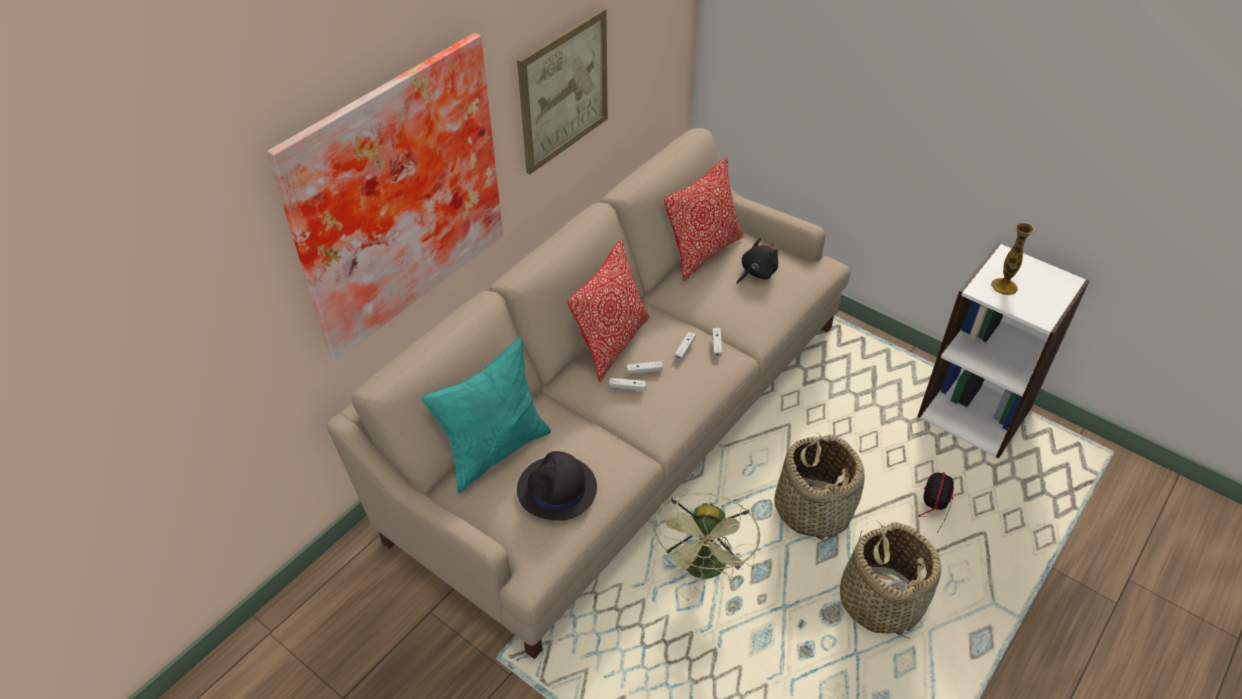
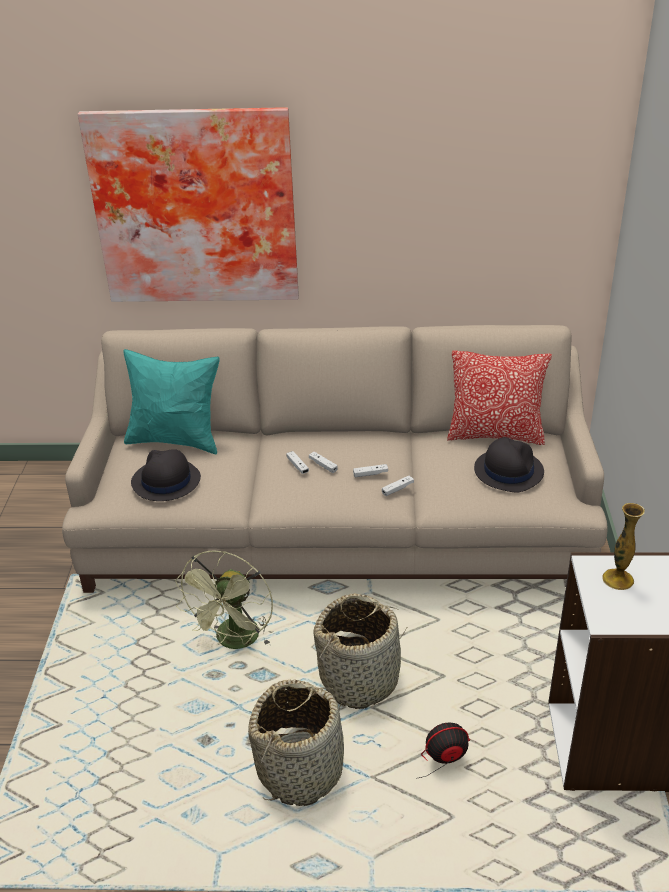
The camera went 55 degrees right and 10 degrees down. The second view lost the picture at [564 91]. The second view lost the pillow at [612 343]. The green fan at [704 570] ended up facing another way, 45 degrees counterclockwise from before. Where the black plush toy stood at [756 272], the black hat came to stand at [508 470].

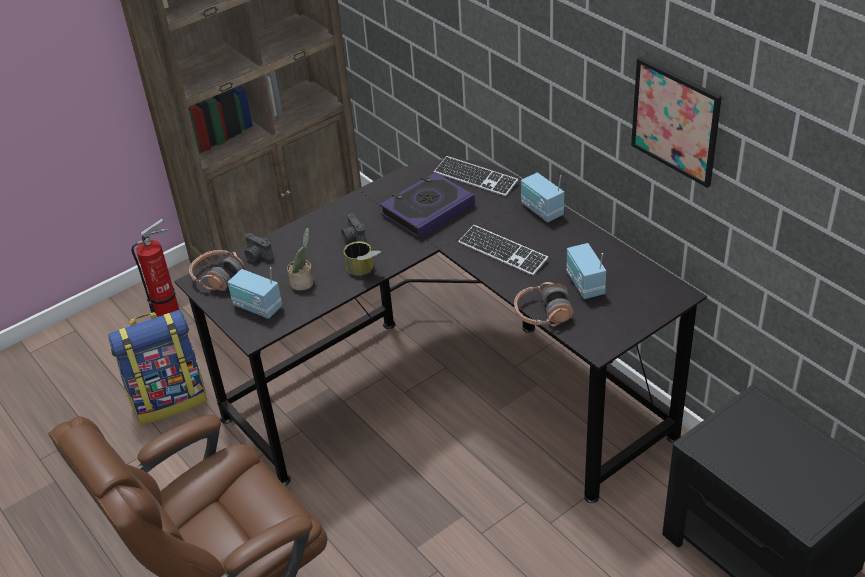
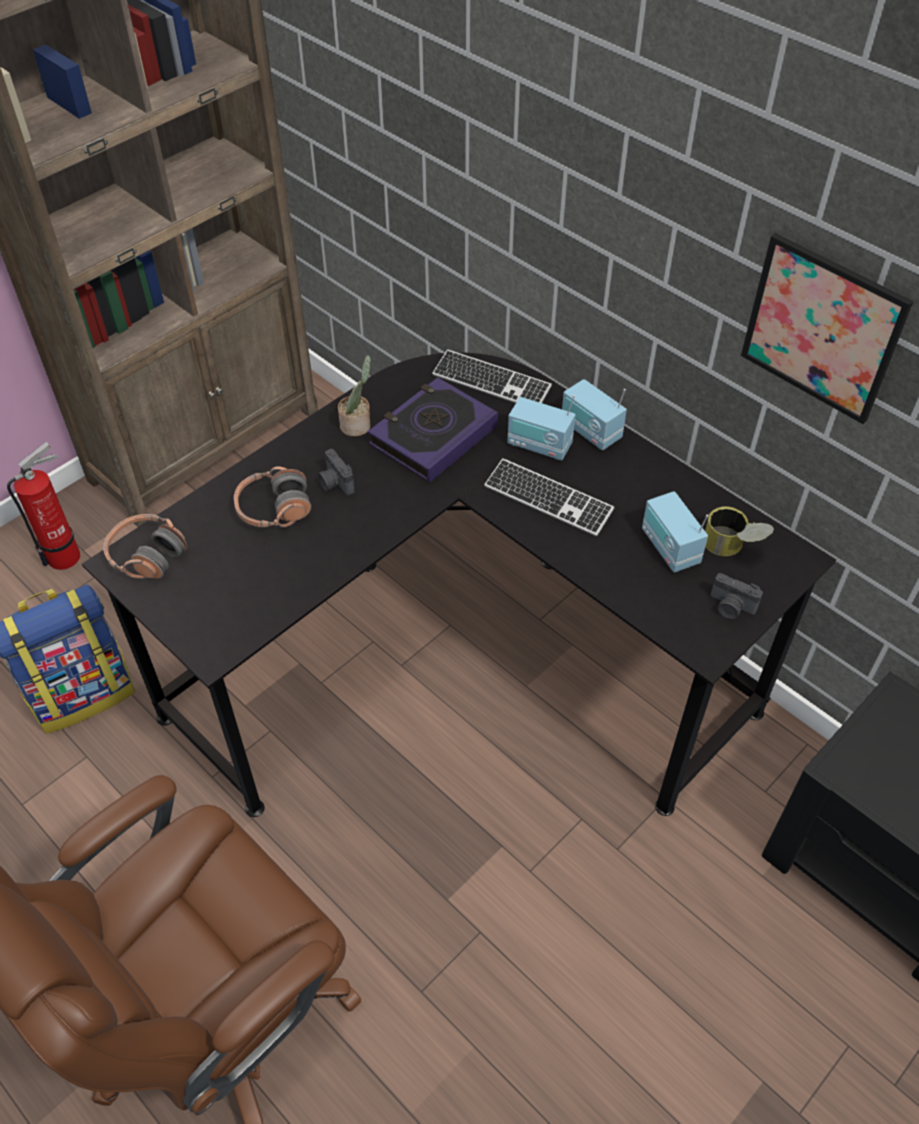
The camera went 10 degrees left and 10 degrees up. The radio ended up elsewhere, having gone from [257 307] to [539 445]. The photo camera ended up elsewhere, having gone from [257 256] to [730 607]. The potted plant ended up elsewhere, having gone from [303 282] to [357 425]. The can ended up elsewhere, having gone from [364 270] to [732 548]. The headphones ended up elsewhere, having gone from [542 314] to [274 509].

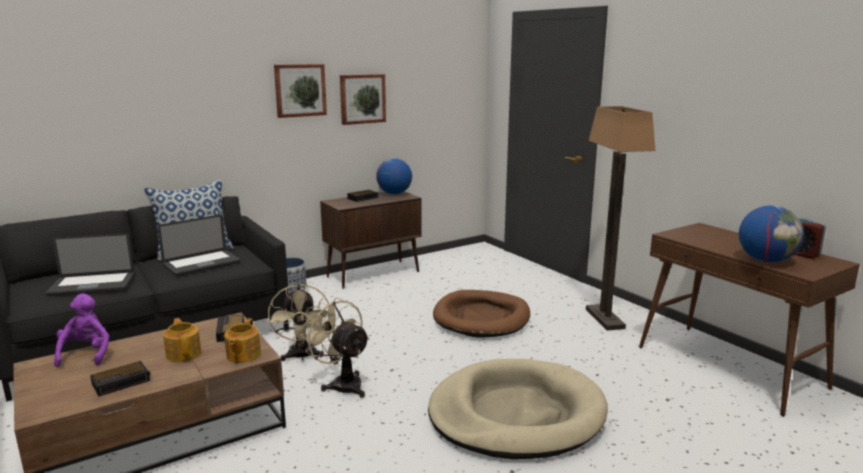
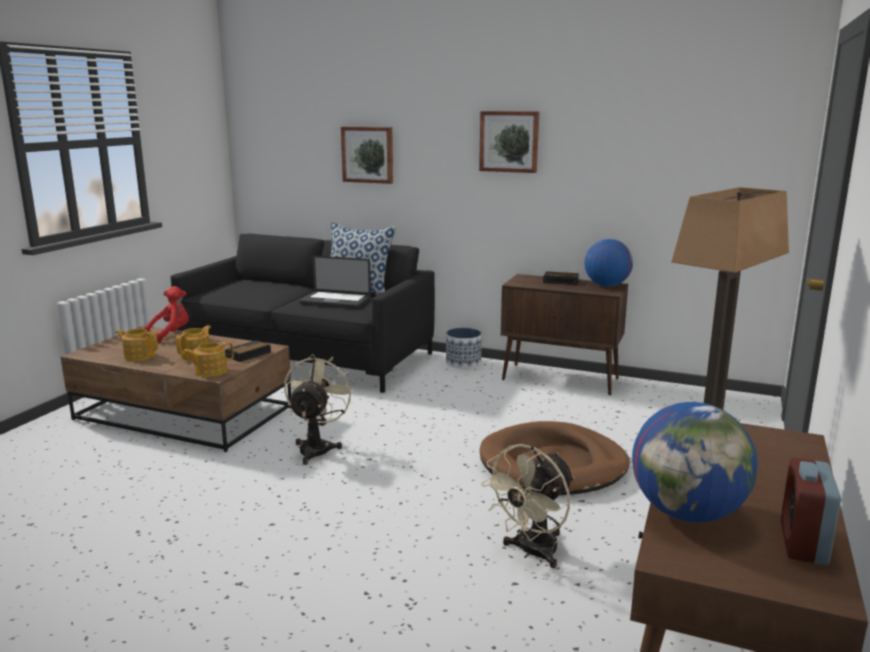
The camera went 55 degrees right and 0 degrees up. The second view lost the laptop at [92 285]. What was the purple plush toy at [86 354] turned into the red plush toy at [170 334]. Where the alarm clock stood at [122 382], the teapot came to stand at [139 356]. The beige fan ended up elsewhere, having gone from [302 356] to [531 553]. The picture ended up elsewhere, having gone from [362 99] to [368 154]. The second view lost the beige dog bed at [516 414].

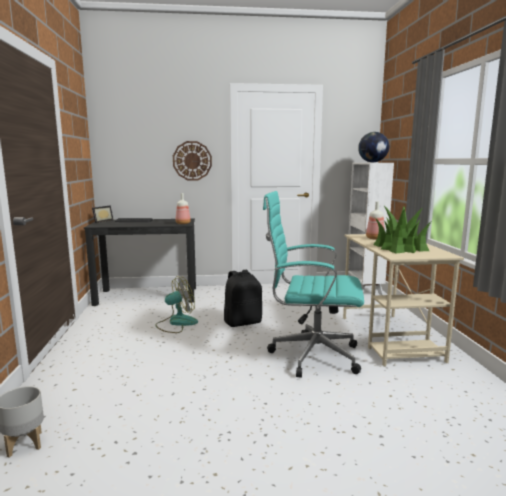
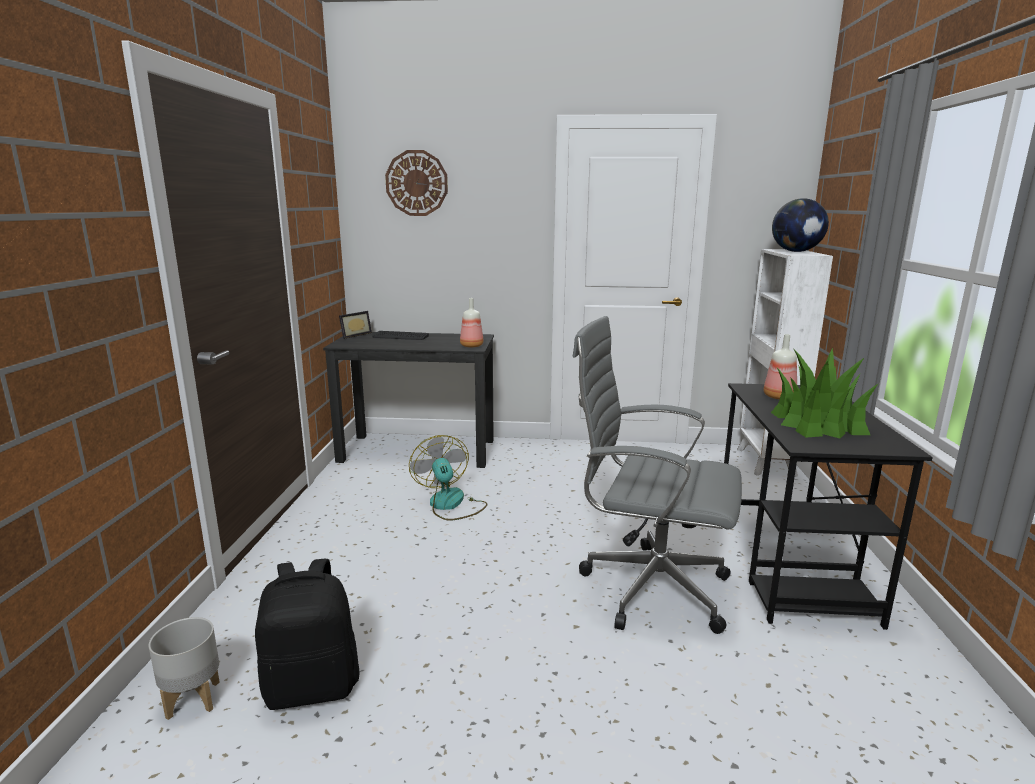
The camera went 10 degrees right and 5 degrees up. The fan at [176 323] ended up facing another way, 90 degrees counterclockwise from before. The wall clock ended up elsewhere, having gone from [192 161] to [416 183]. The black backpack ended up elsewhere, having gone from [243 322] to [312 686]. What was the turquoise office chair at [310 355] turned into the grey office chair at [647 587]. What was the beige desk at [389 338] turned into the black desk at [790 566].

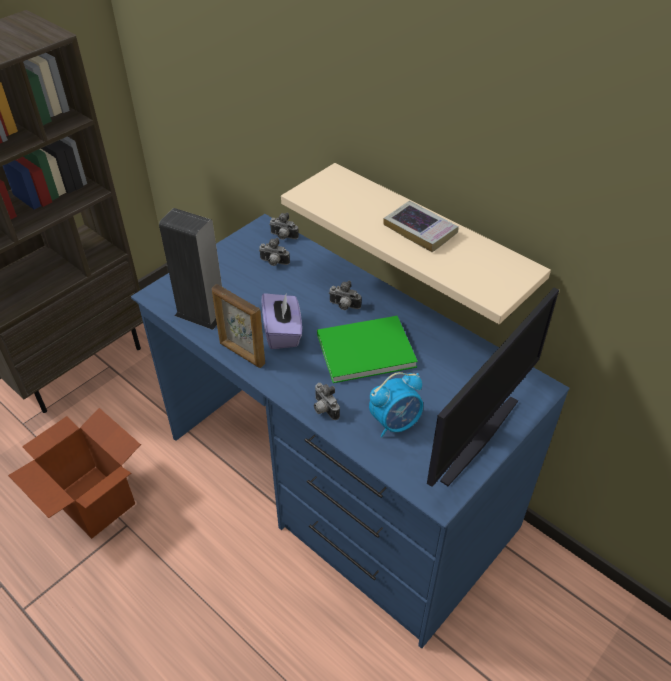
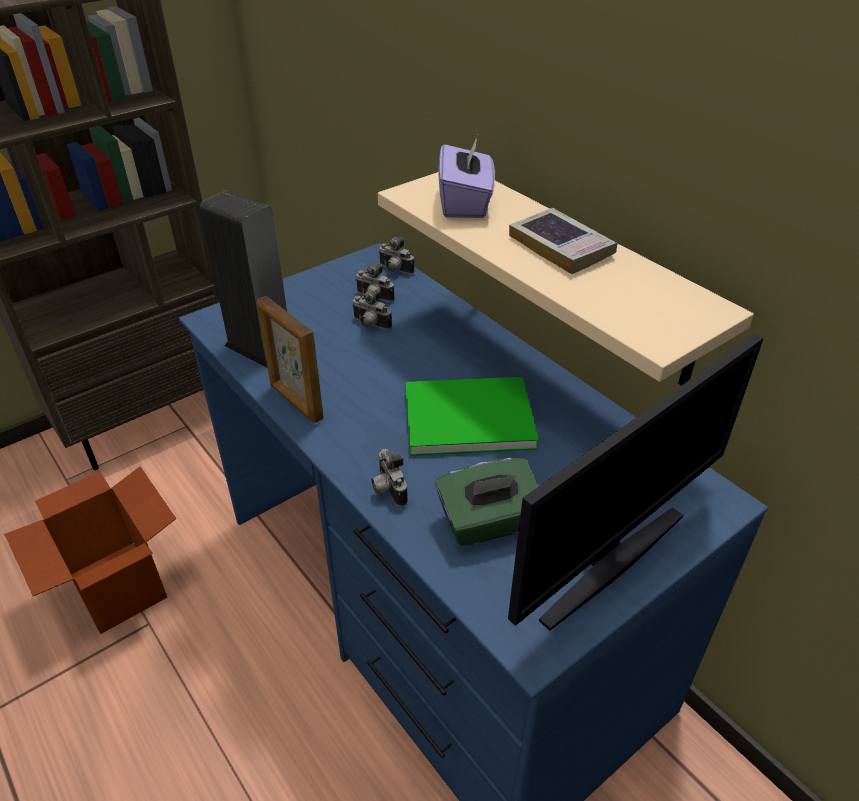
The camera went 10 degrees right and 5 degrees down. The purple tissue box ended up elsewhere, having gone from [283 332] to [465 203]. The photo camera ended up elsewhere, having gone from [344 306] to [370 325]. Where the alarm clock stood at [395 423], the green tissue box came to stand at [488 523].

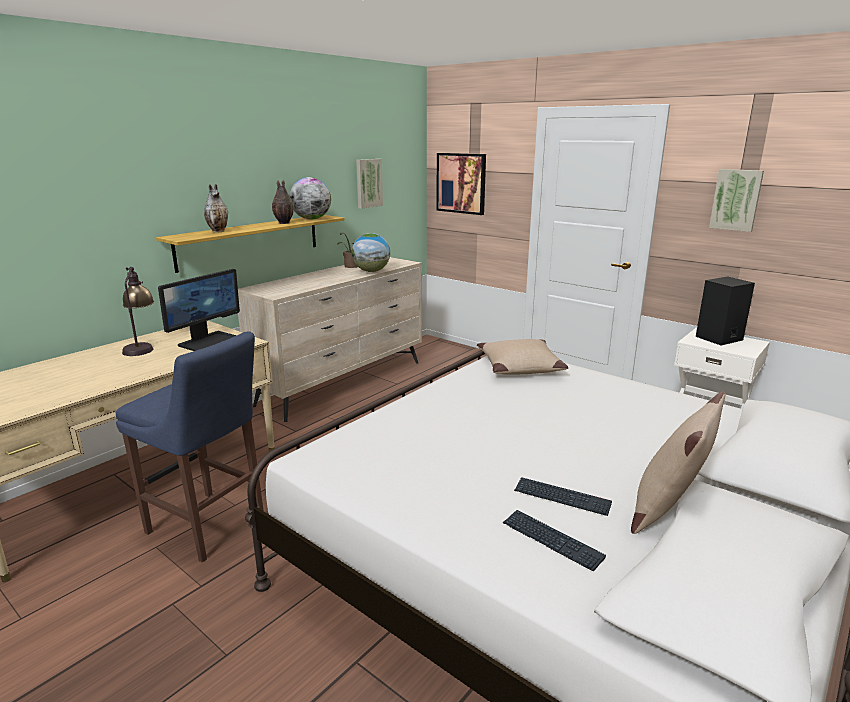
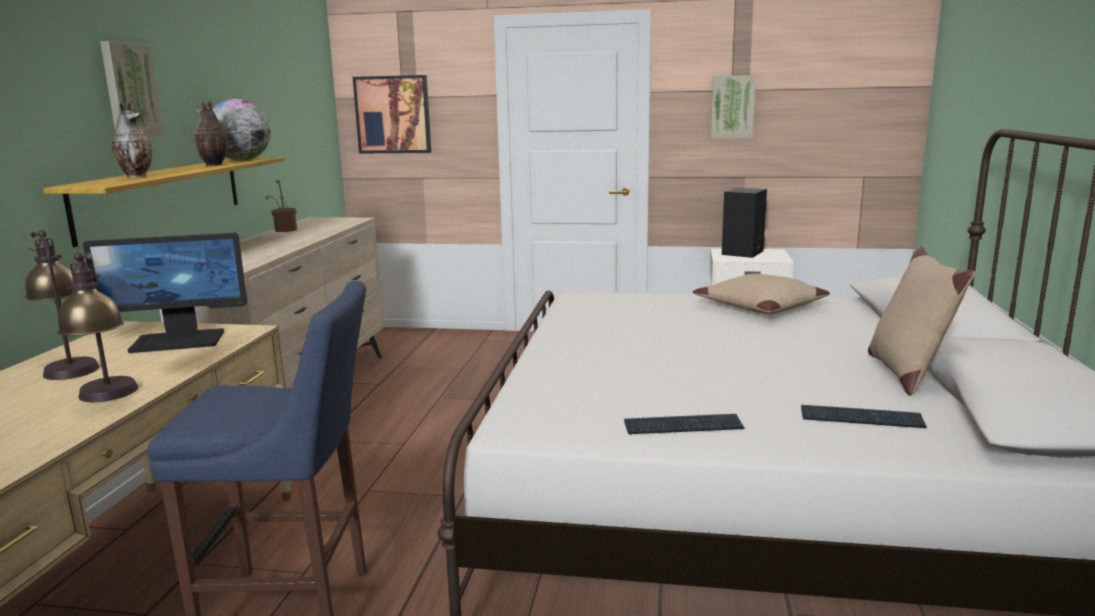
The camera went 30 degrees left and 5 degrees down. The monitor at [208 341] ended up facing another way, 75 degrees clockwise from before. The second view lost the globe at [371 271]. The picture ended up elsewhere, having gone from [368 183] to [129 90]. The beige pillow ended up elsewhere, having gone from [519 366] to [759 306]. The keyboard ended up elsewhere, having gone from [562 498] to [683 426]. The second view gained the table lamp at [108 399].

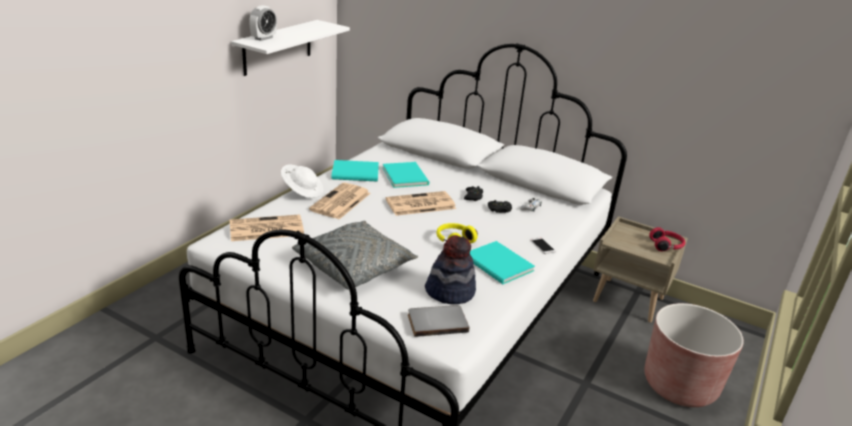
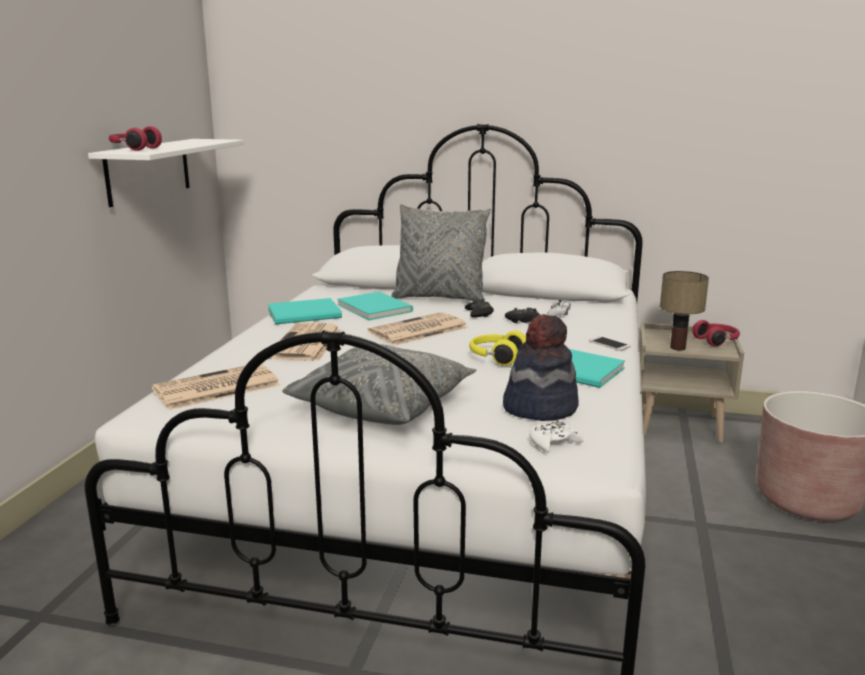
The camera went 15 degrees left and 10 degrees down. Where the alarm clock stood at [263 38], the red headphones came to stand at [134 149]. The second view lost the white hat at [302 191]. Where the grey book stood at [437 321], the white game controller came to stand at [553 442]. The second view gained the grey pillow at [439 298]. The second view gained the table lamp at [676 347].

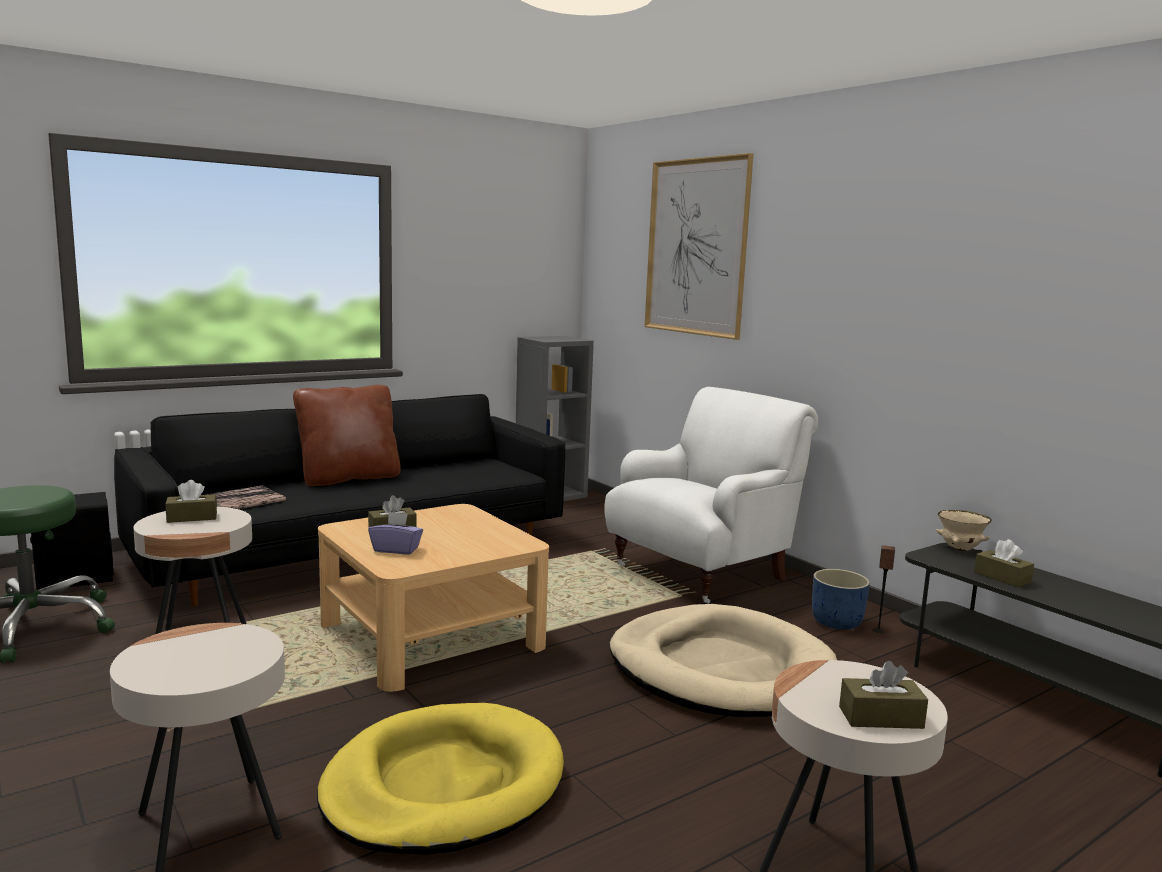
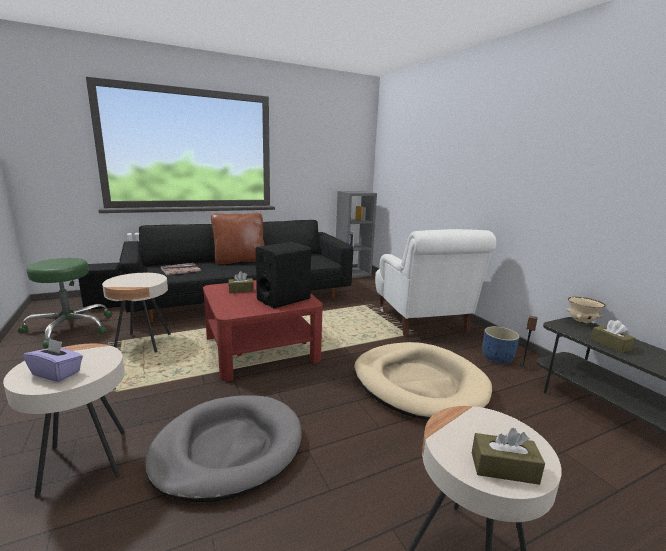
The camera went 10 degrees right and 5 degrees up. The second view lost the brown tissue box at [192 517]. What was the yellow dog bed at [443 785] turned into the grey dog bed at [228 449]. What was the beige coffee table at [431 635] turned into the red coffee table at [261 348]. The purple tissue box ended up elsewhere, having gone from [396 549] to [57 373]. The white armchair at [702 572] ended up facing another way, 105 degrees clockwise from before. The second view lost the picture at [696 247]. The second view gained the black speaker at [284 299].

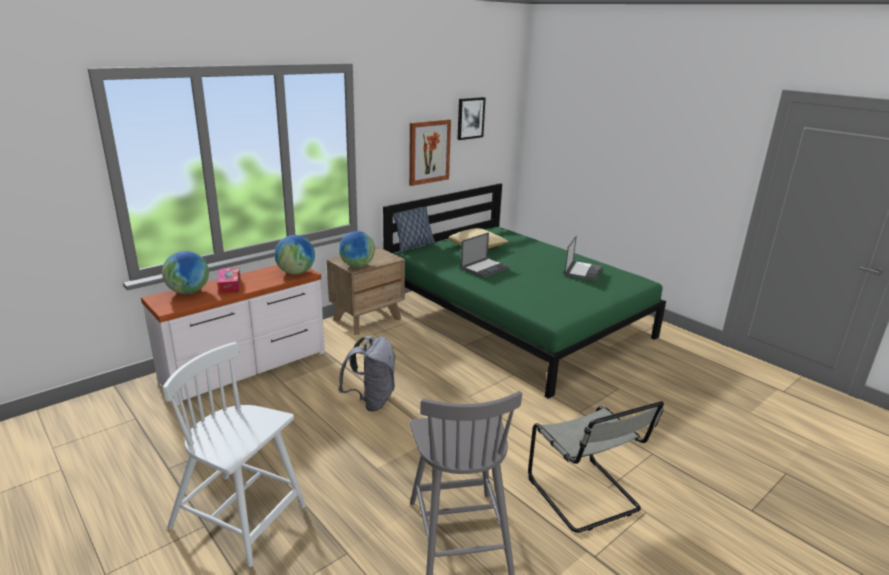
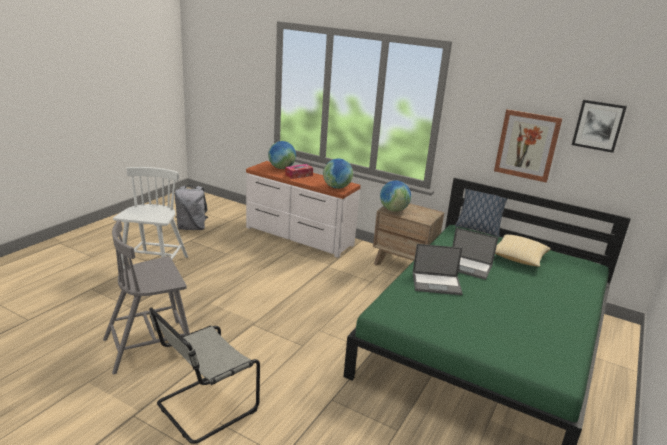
The camera went 70 degrees right and 0 degrees up. The grey backpack ended up elsewhere, having gone from [371 401] to [192 228]. The laptop ended up elsewhere, having gone from [583 271] to [437 283].

